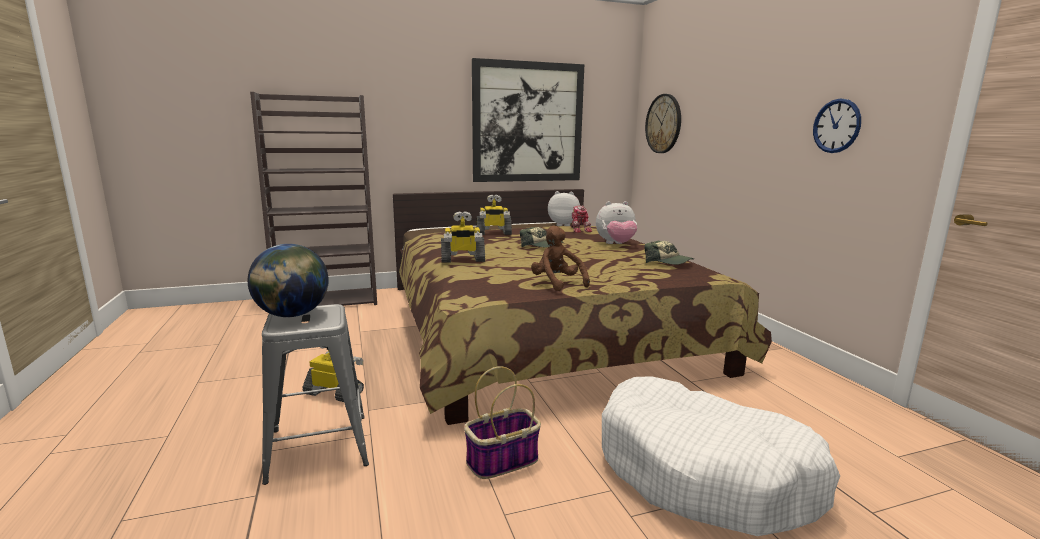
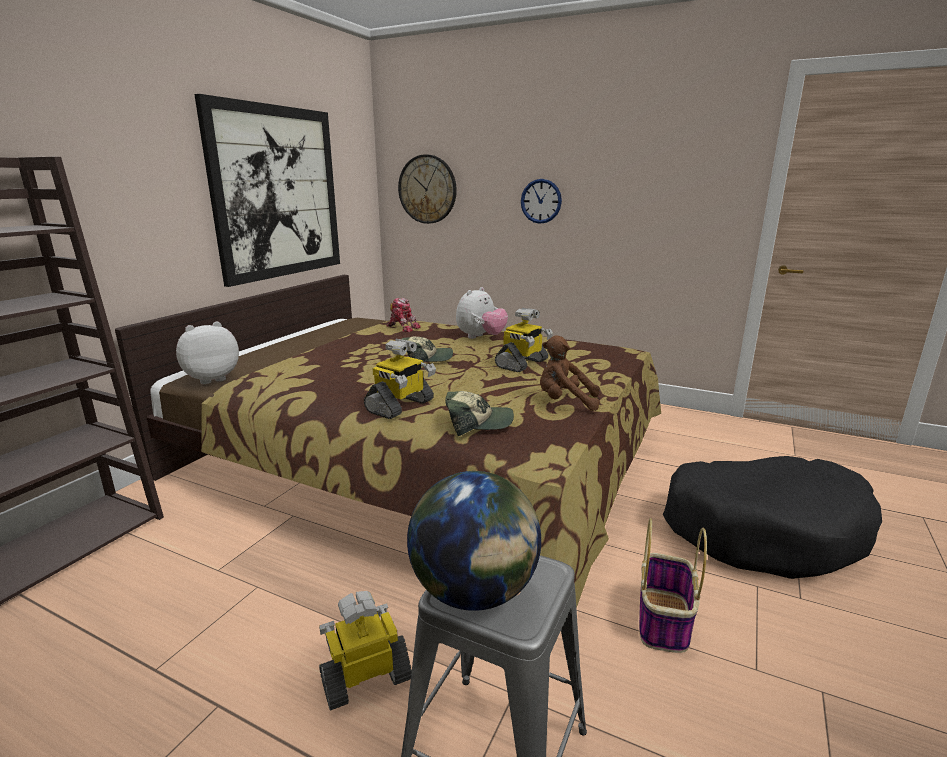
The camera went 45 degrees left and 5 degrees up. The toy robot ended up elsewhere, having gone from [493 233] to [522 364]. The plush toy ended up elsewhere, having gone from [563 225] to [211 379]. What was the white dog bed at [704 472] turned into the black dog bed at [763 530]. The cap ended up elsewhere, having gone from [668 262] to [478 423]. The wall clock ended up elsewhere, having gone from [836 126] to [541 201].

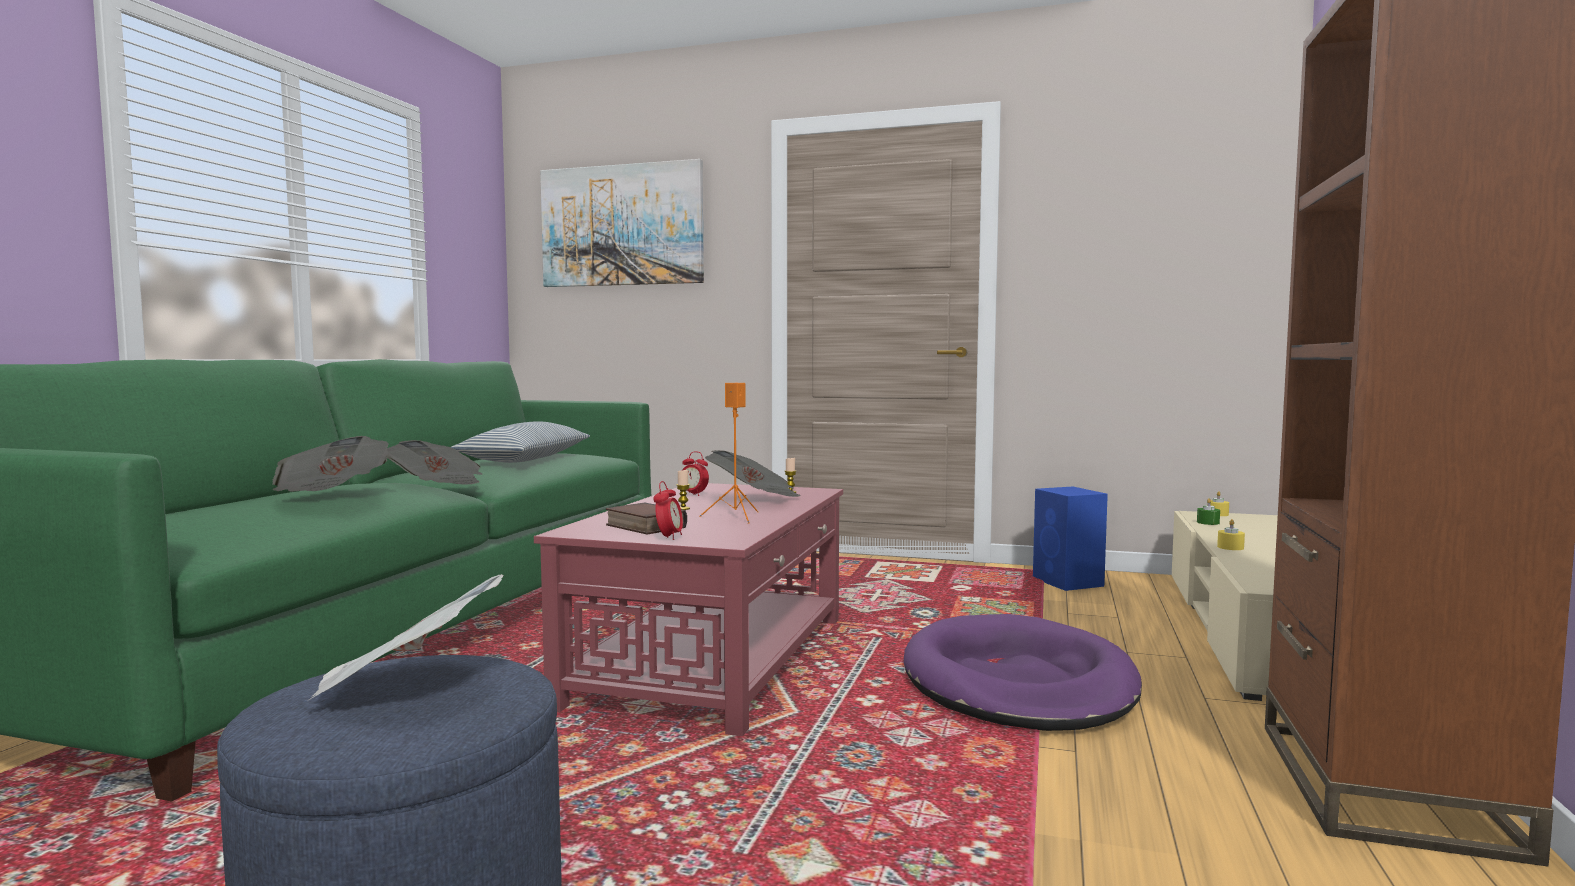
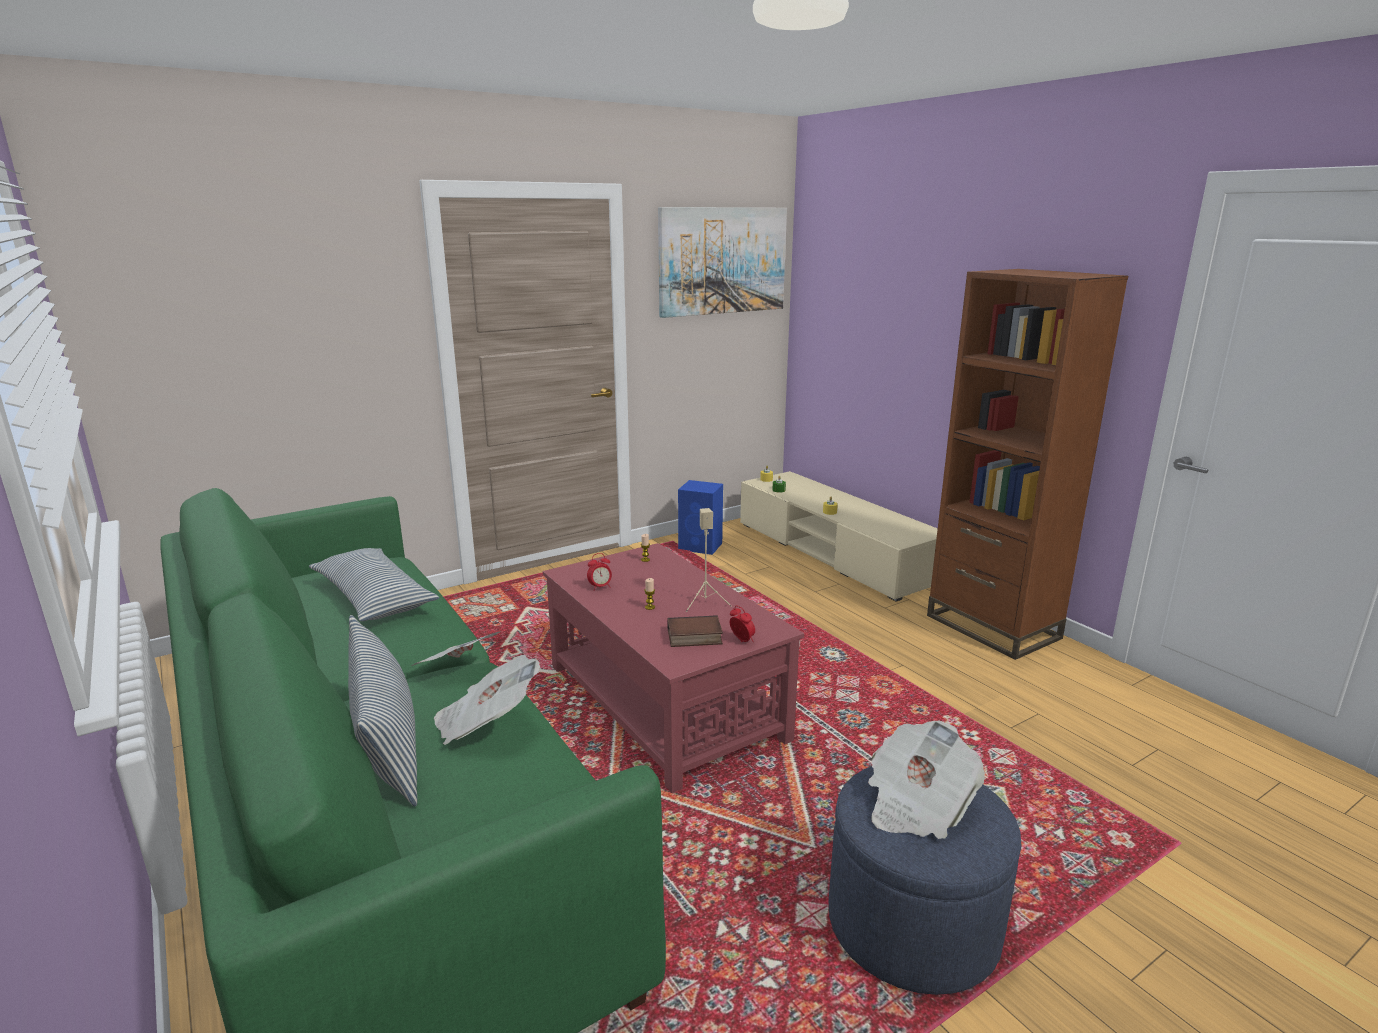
The camera went 50 degrees left and 15 degrees up. The picture ended up elsewhere, having gone from [622 225] to [722 261]. What was the orange speaker at [736 517] turned into the beige speaker at [706 603]. The second view lost the newspaper at [755 501]. The second view lost the purple dog bed at [1017 683]. The second view gained the pillow at [387 744].

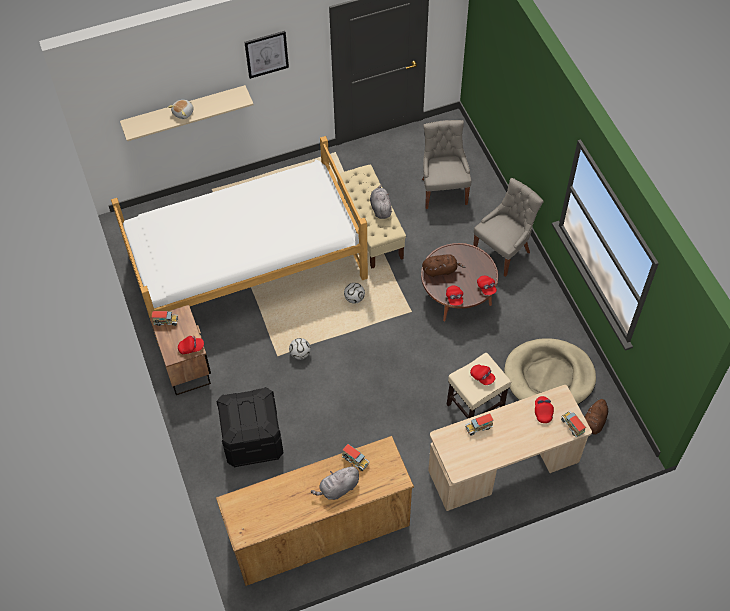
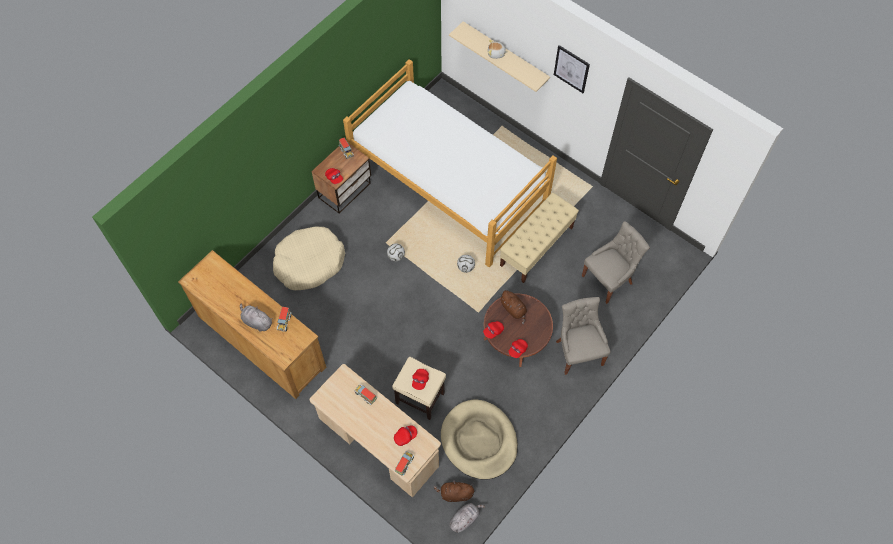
The camera went 60 degrees right and 5 degrees up. Where the black storage box stood at [252 440], the beige dog bed came to stand at [309 263]. The grey plush toy ended up elsewhere, having gone from [380 208] to [465 518]. The grey chair at [503 251] ended up facing another way, 120 degrees counterclockwise from before.

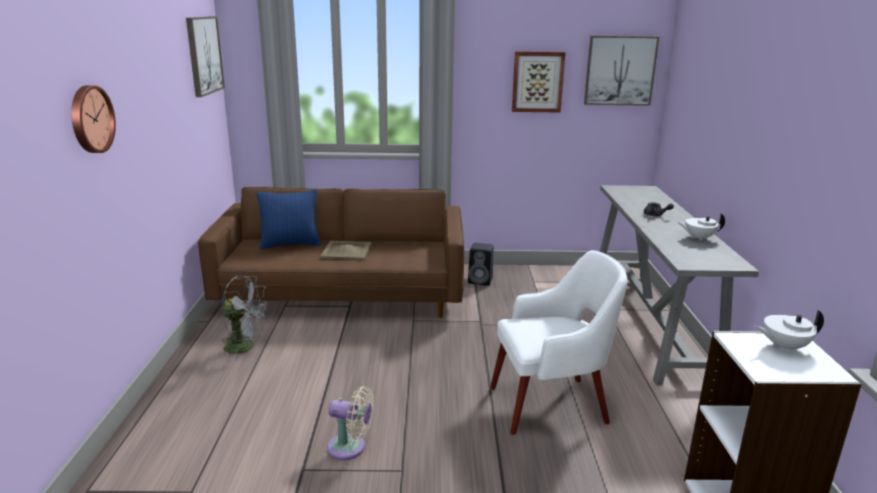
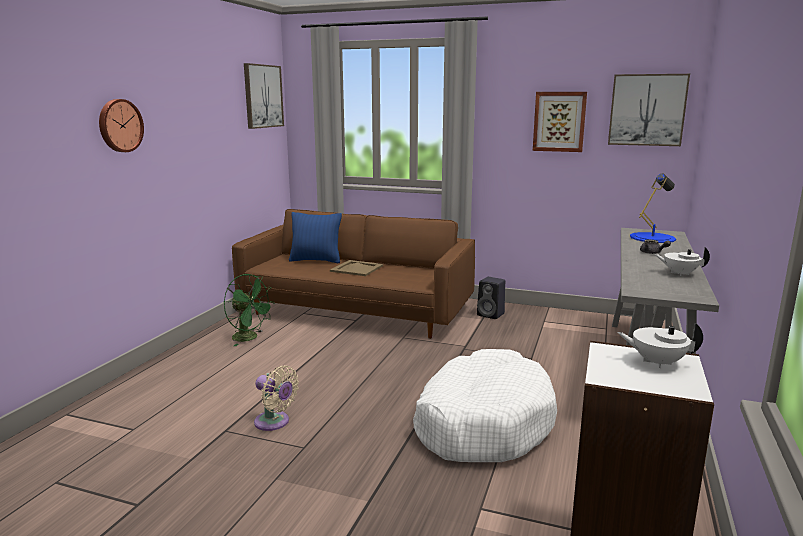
The camera went 20 degrees right and 5 degrees down. What was the grey fan at [246 347] turned into the green fan at [250 338]. Where the white armchair stood at [551 404], the white dog bed came to stand at [482 422]. The second view gained the blue table lamp at [652 238].

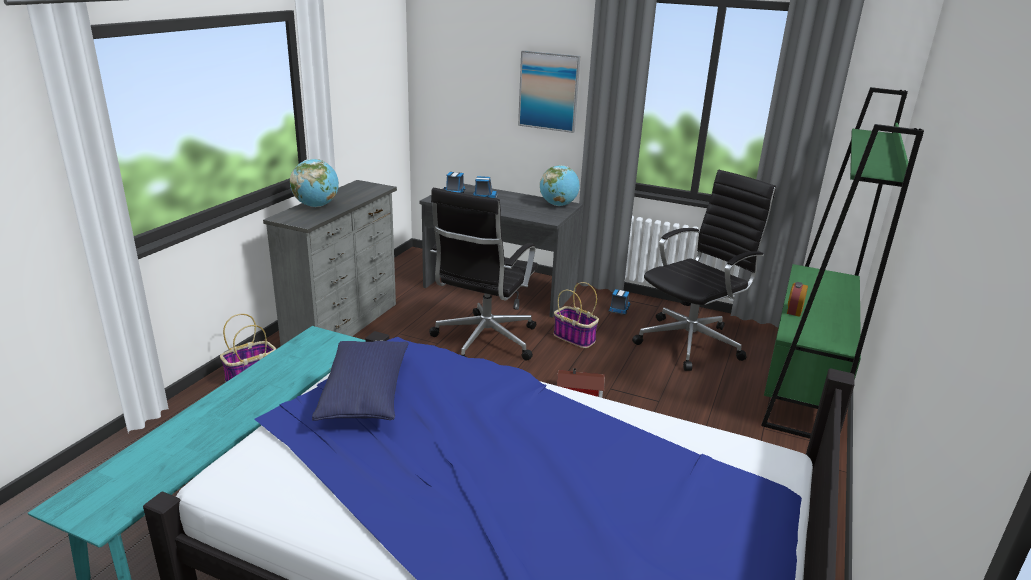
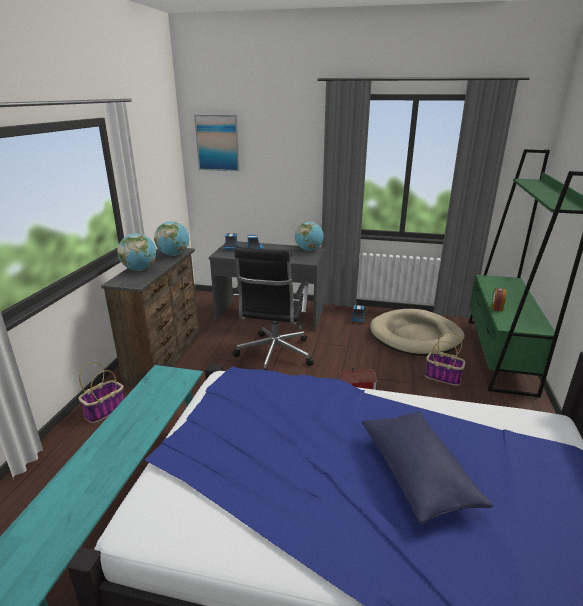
The camera went 10 degrees left and 0 degrees up. What was the grey dresser at [344 326] turned into the brown dresser at [166 357]. The blue pillow ended up elsewhere, having gone from [365 395] to [417 474]. The picture ended up elsewhere, having gone from [549 91] to [218 143]. The basket ended up elsewhere, having gone from [575 338] to [443 377]. Where the black office chair stood at [692 342], the beige dog bed came to stand at [415 336]. The second view gained the globe at [174 254].

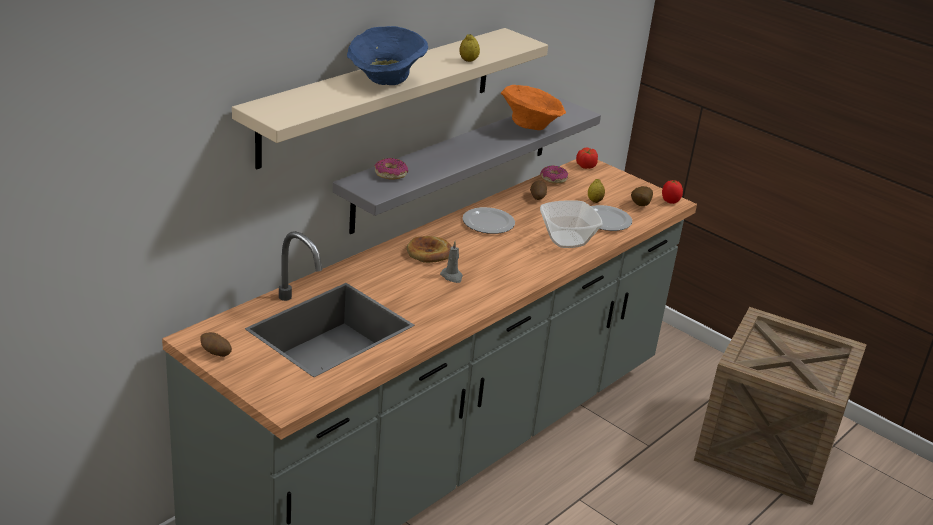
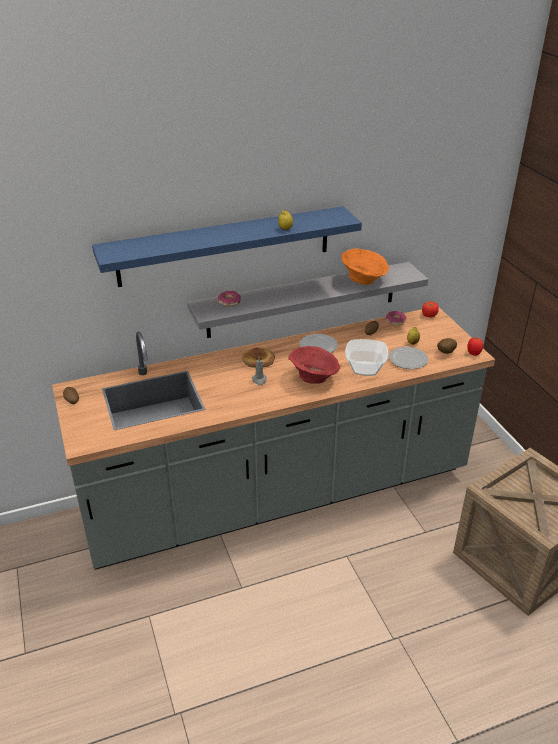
The camera went 30 degrees right and 5 degrees up. What was the beige shelf at [381 95] turned into the blue shelf at [225 246]. The second view lost the blue bowl at [385 80]. The second view gained the red bowl at [314 378].

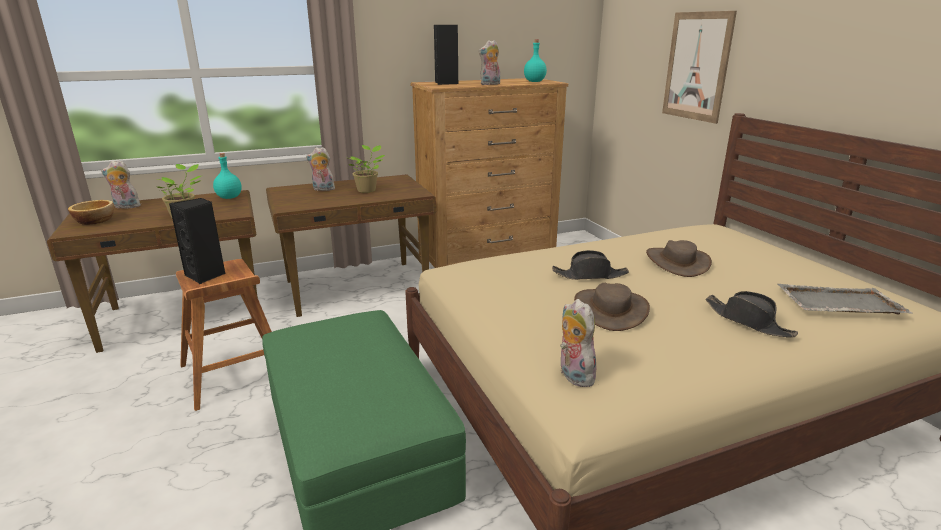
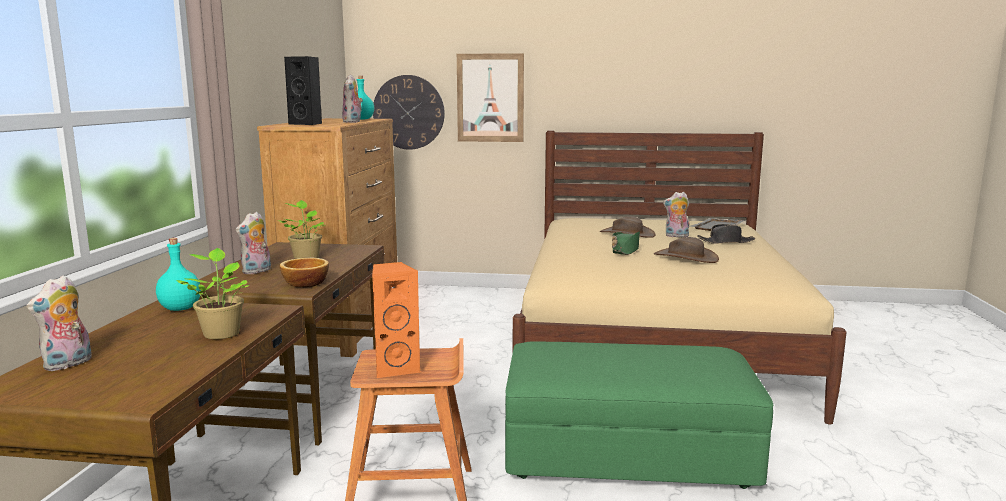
The camera went 60 degrees left and 10 degrees down. The bowl ended up elsewhere, having gone from [95 220] to [304 283]. What was the black speaker at [206 275] turned into the orange speaker at [395 368]. What was the black hat at [590 275] turned into the green hat at [625 250]. The plush toy ended up elsewhere, having gone from [573 375] to [676 236]. The second view gained the wall clock at [408 112].

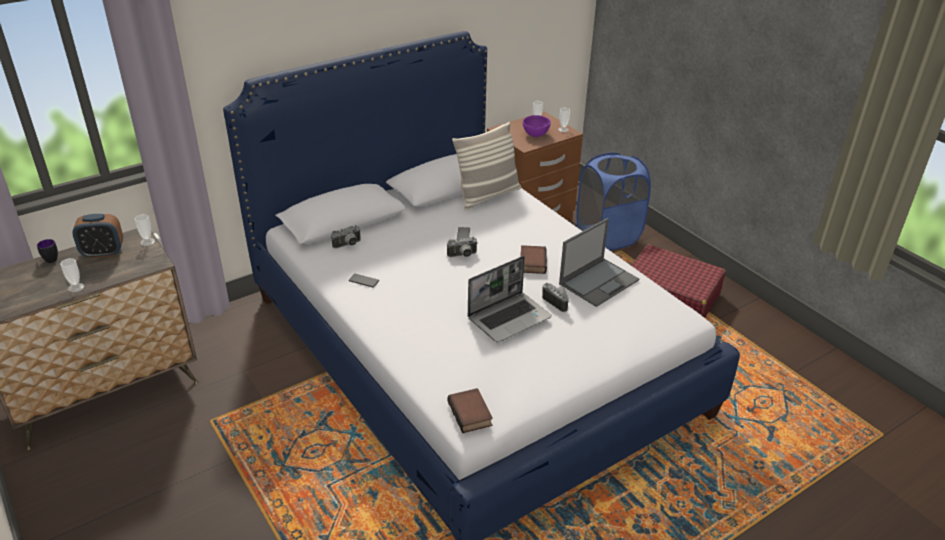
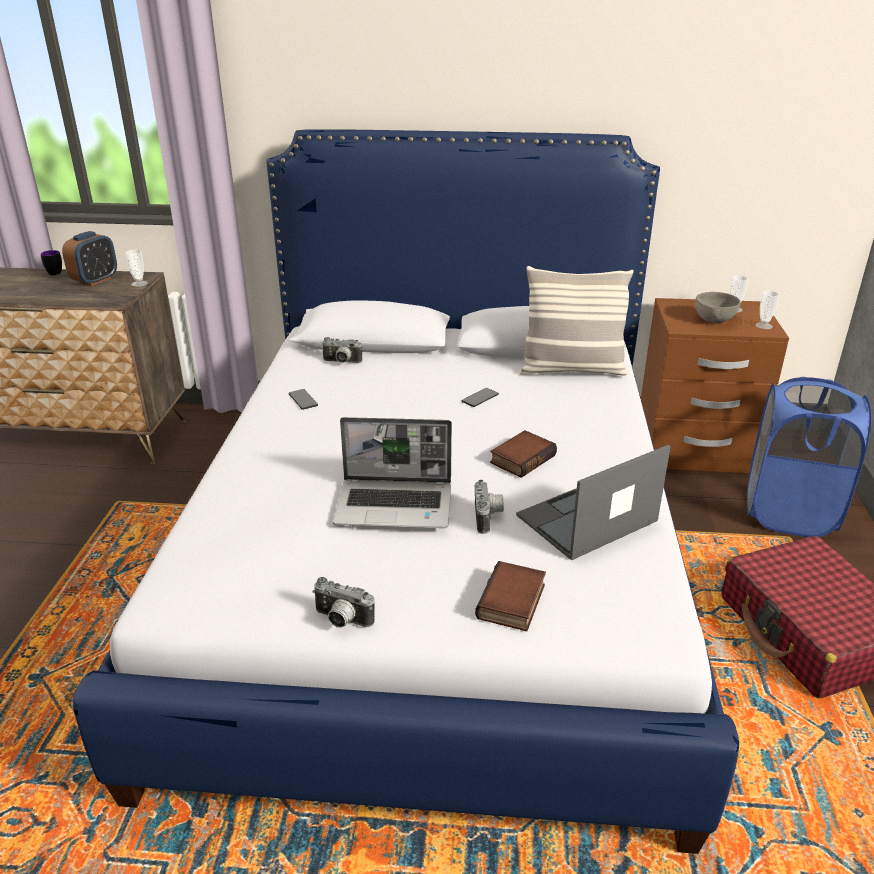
The camera went 40 degrees right and 5 degrees down. The second view lost the cup at [76 287]. The alarm clock at [103 253] ended up facing another way, 90 degrees counterclockwise from before. The photo camera ended up elsewhere, having gone from [463 255] to [341 621]. The book ended up elsewhere, having gone from [471 414] to [513 603]. What was the purple bowl at [535 134] turned into the grey bowl at [713 320]. The laptop at [599 281] ended up facing another way, 150 degrees clockwise from before.

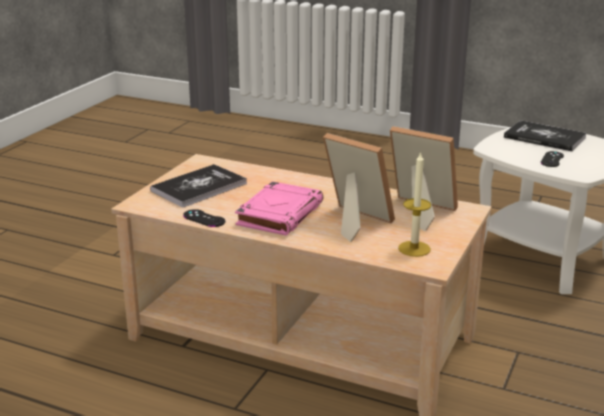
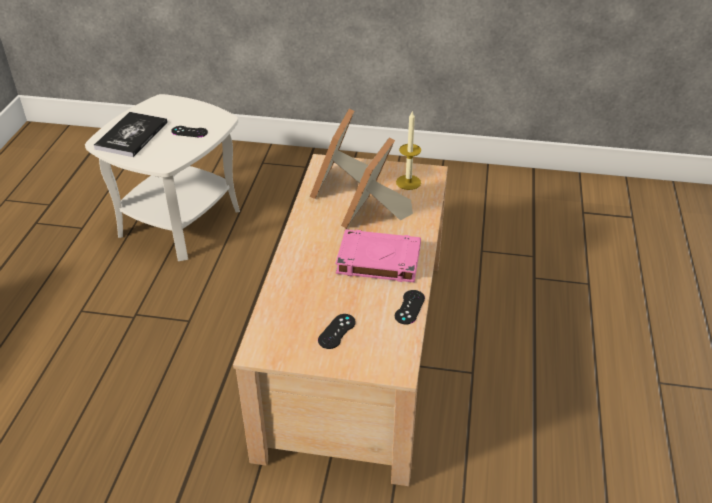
The camera went 105 degrees left and 15 degrees up. Where the book stood at [199 187], the black game controller came to stand at [337 331].

